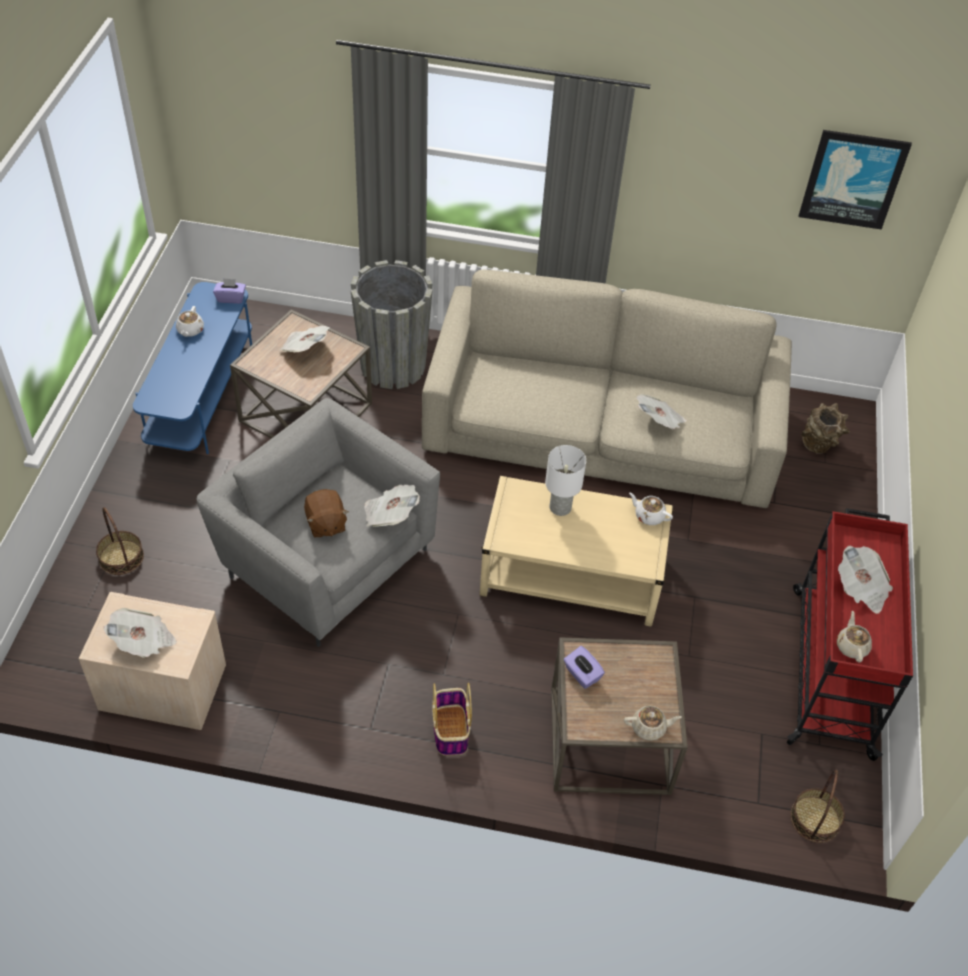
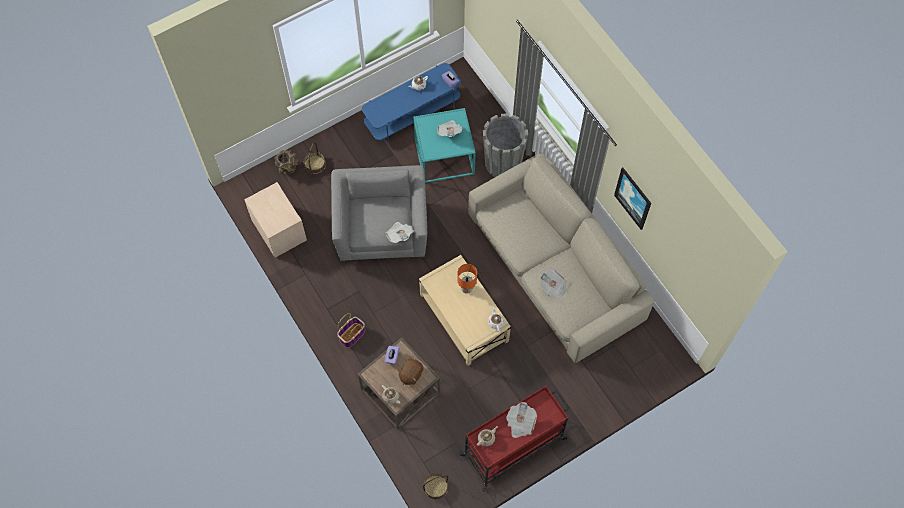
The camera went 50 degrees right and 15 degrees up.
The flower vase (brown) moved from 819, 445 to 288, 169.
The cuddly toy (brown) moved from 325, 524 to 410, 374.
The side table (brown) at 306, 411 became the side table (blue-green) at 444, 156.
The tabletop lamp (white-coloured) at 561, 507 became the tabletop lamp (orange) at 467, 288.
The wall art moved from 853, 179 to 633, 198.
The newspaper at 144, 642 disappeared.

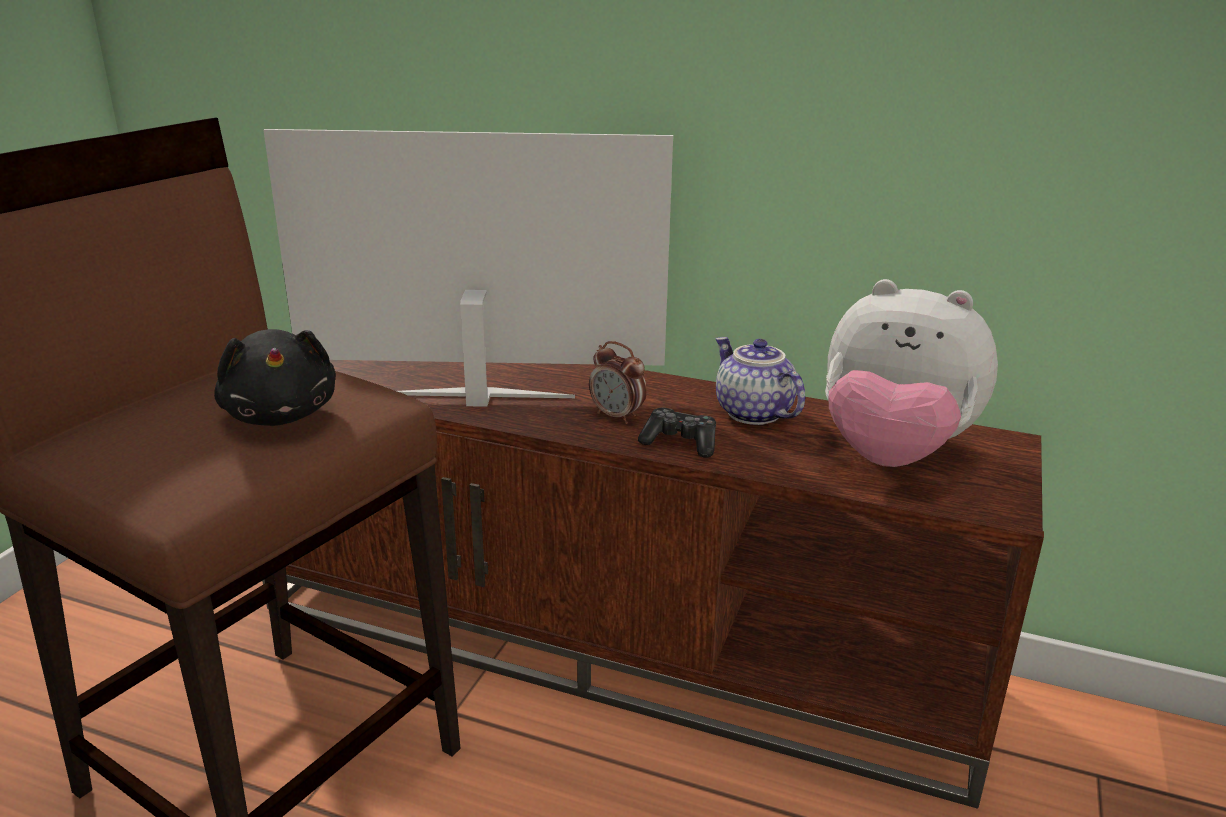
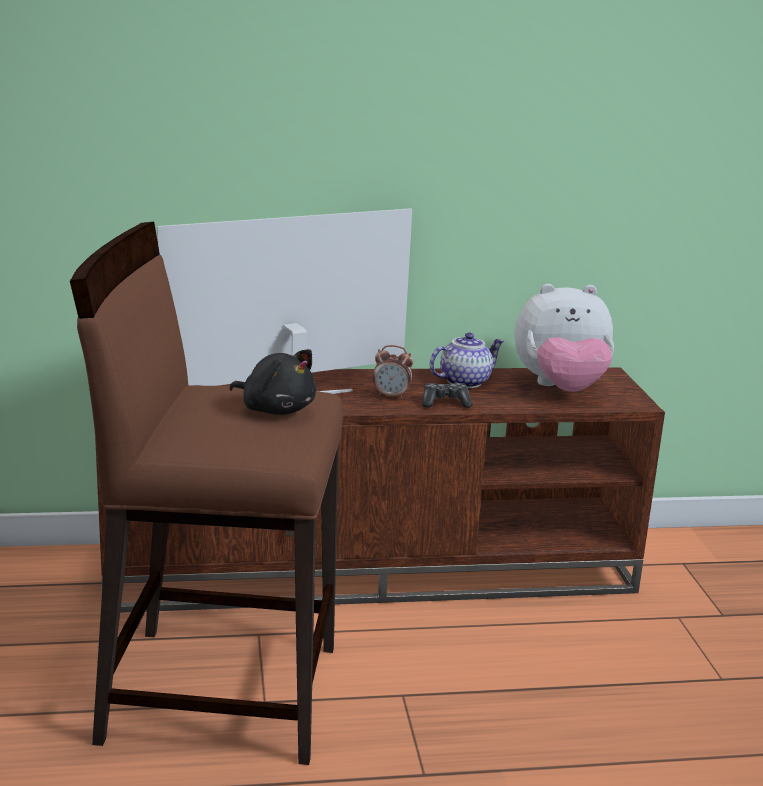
The camera went 30 degrees left and 5 degrees down.
The teapot at 751, 413 turned 120 degrees clockwise.

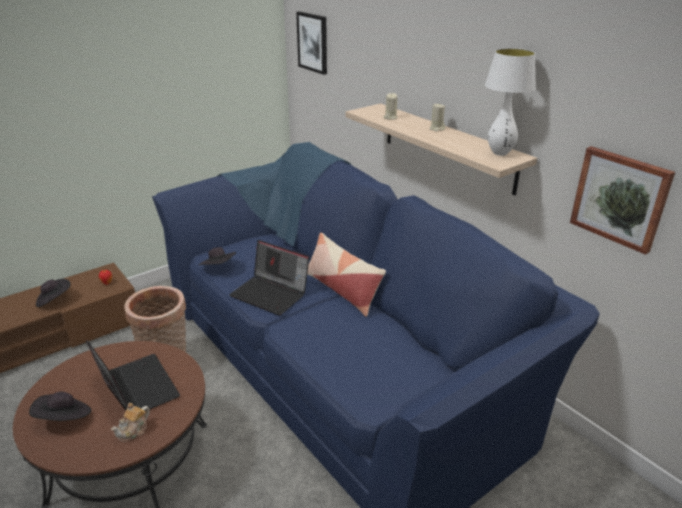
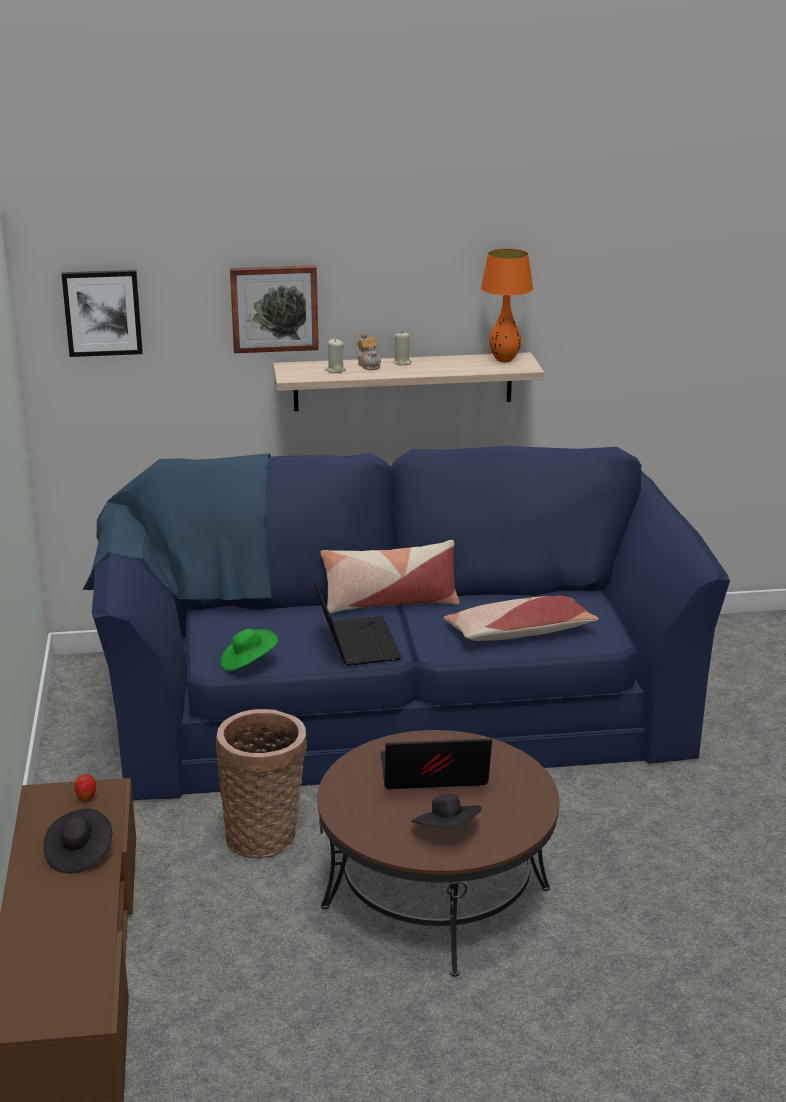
The camera went 60 degrees left and 5 degrees down.
The hat (black) at 219, 268 became the hat (green) at 248, 663.
The wall art moved from 620, 198 to 274, 308.
The portable computer at 271, 294 turned 75 degrees counterclockwise.
The teapot moved from 134, 431 to 369, 365.
The cushion at 519, 633 appeared.
The tabletop lamp (white-coloured) at 500, 153 became the tabletop lamp (orange) at 504, 360.

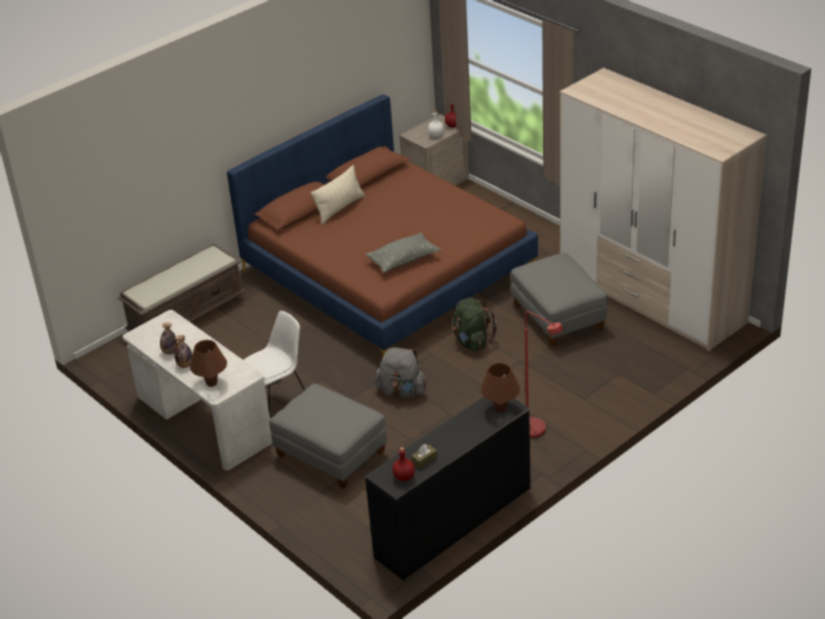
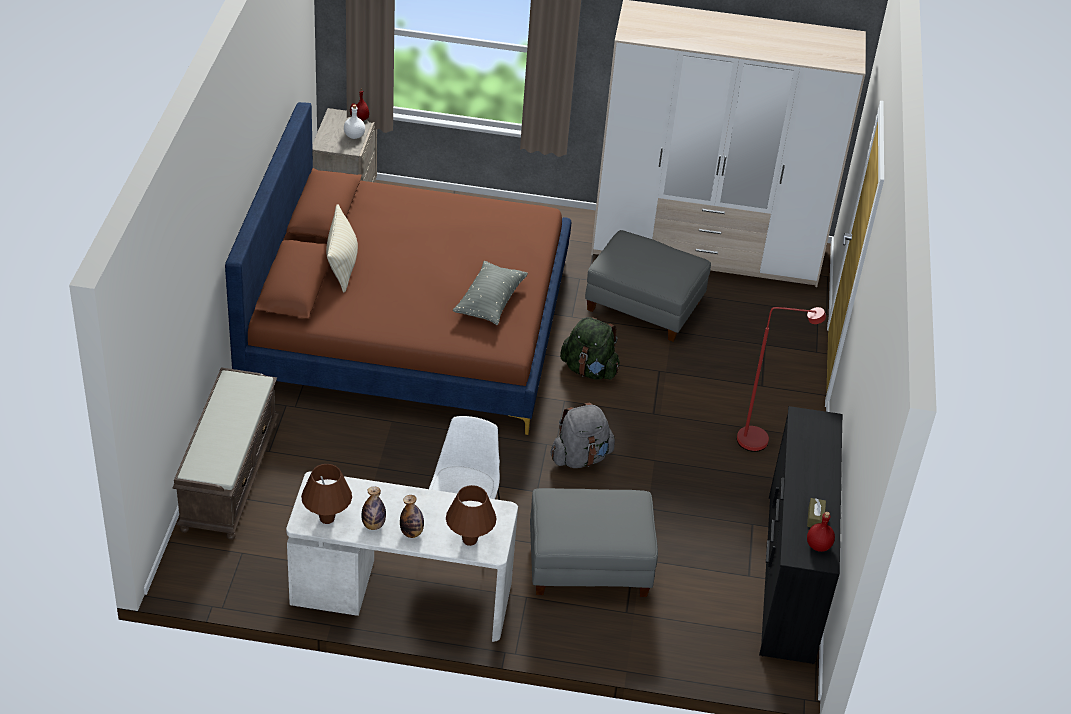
The camera went 45 degrees left and 5 degrees up.
The tabletop lamp (brown) moved from 500, 408 to 327, 518.

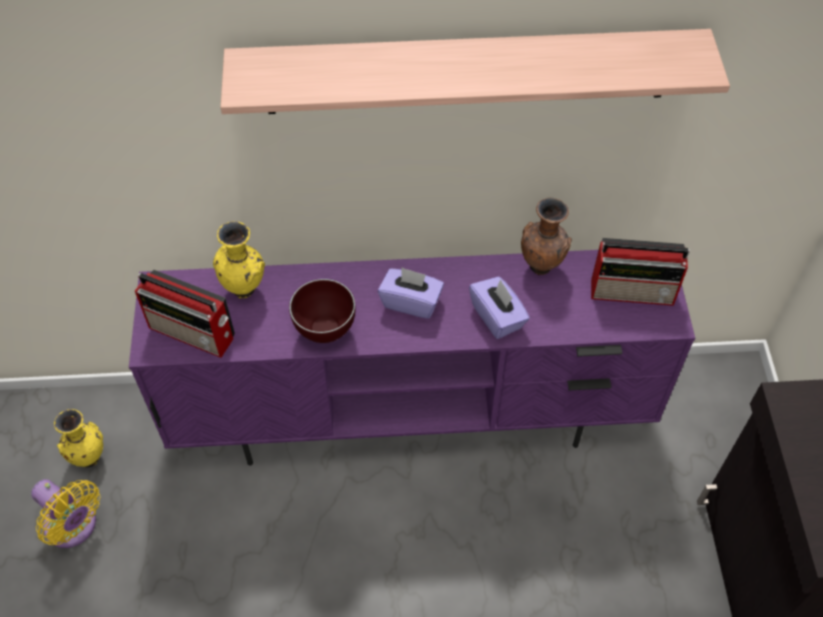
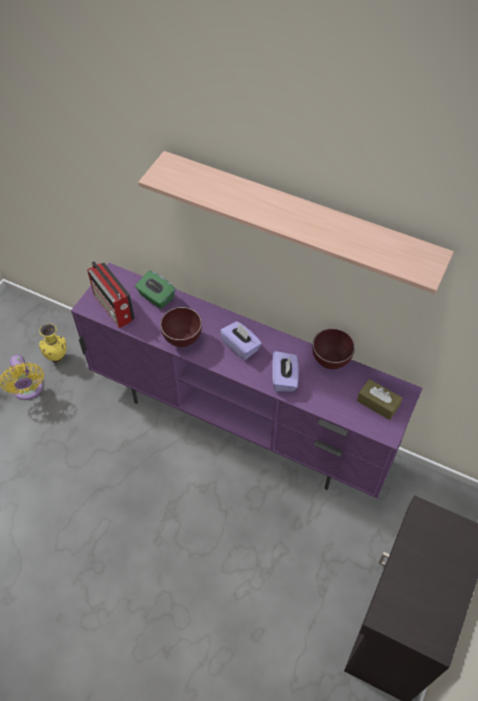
The camera went 30 degrees right and 0 degrees up.
The flower vase (yellowish) at 245, 289 was replaced by the tissue box (green) at 156, 297.
The flower vase (brown) at 542, 266 was replaced by the bowl (brown) at 331, 362.
The radio set at 634, 291 was replaced by the tissue box (brown) at 378, 403.

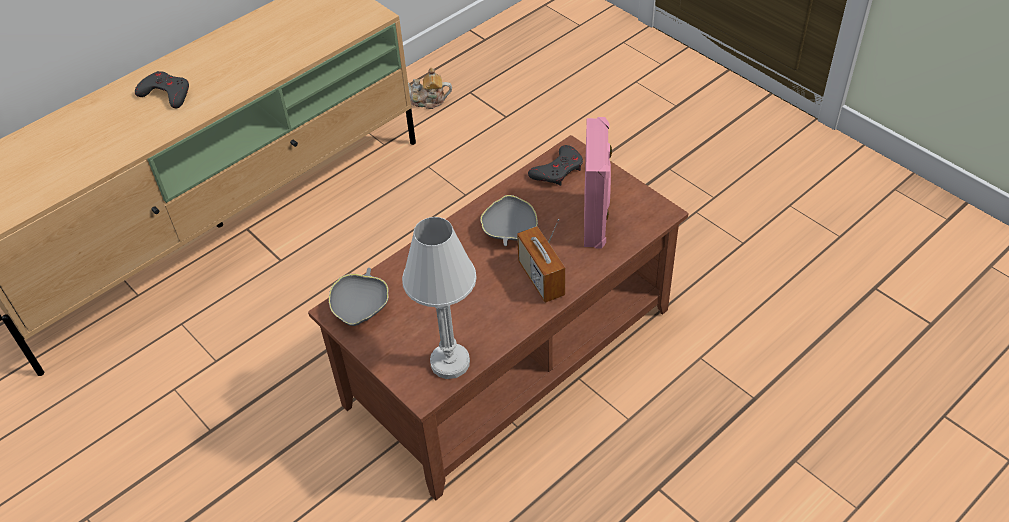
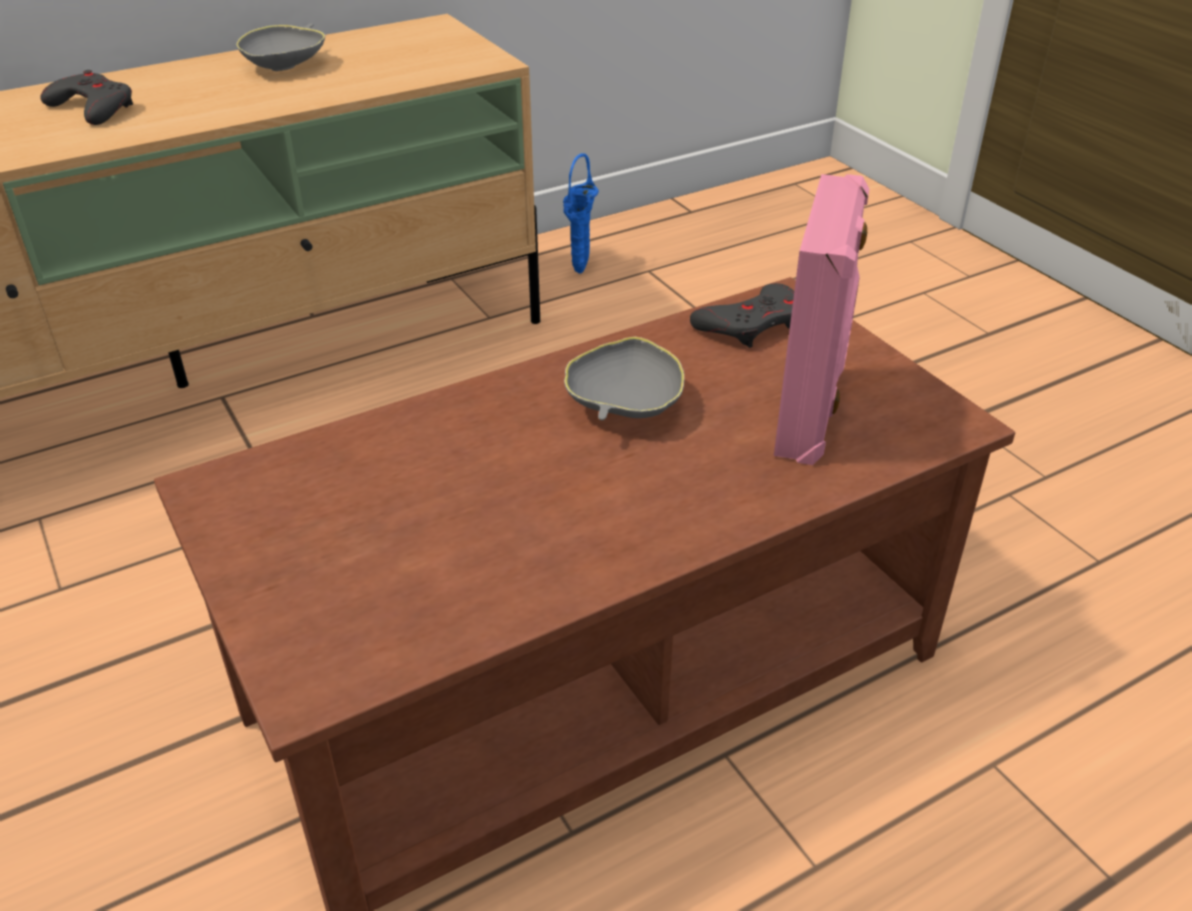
The camera went 10 degrees right and 10 degrees down.
The bowl (greyish) moved from 361, 307 to 285, 65.
The teapot at 428, 101 was replaced by the flower vase (blue-coloured) at 579, 272.
The tabletop lamp (white-coloured) at 450, 362 disappeared.
The radio set at 541, 279 disappeared.

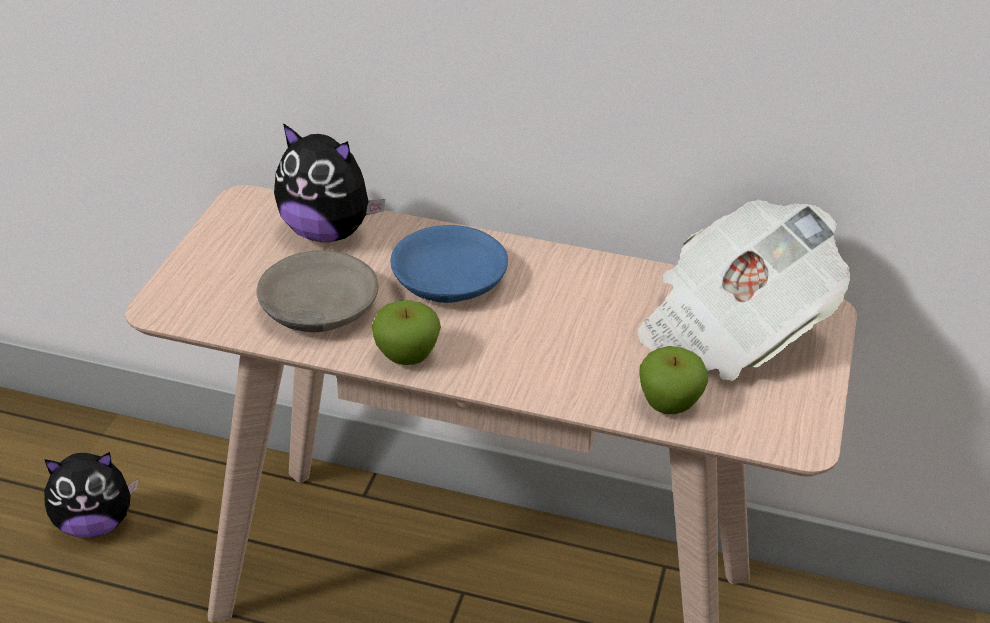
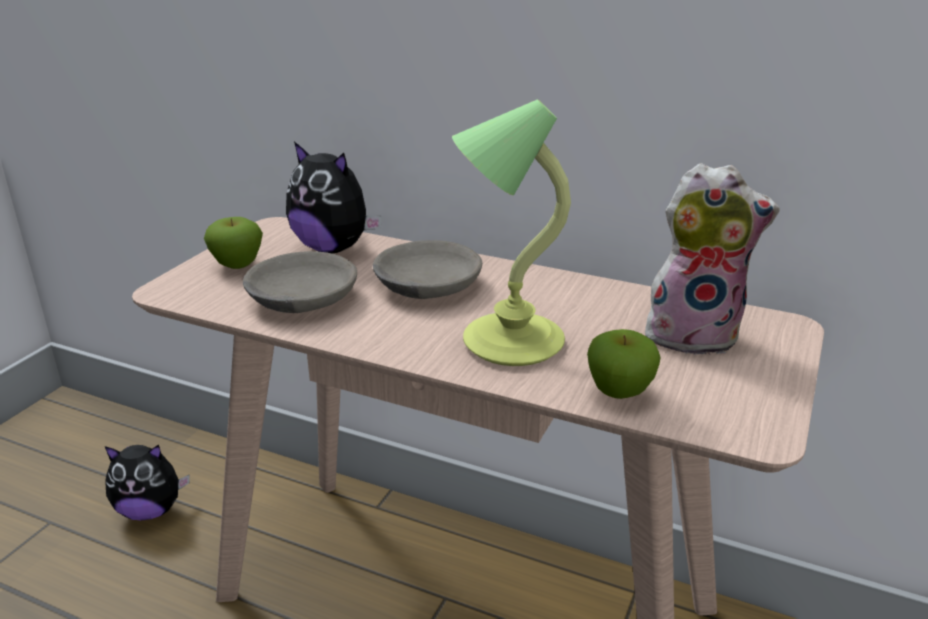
The camera went 10 degrees right and 10 degrees down.
The apple fruit moved from 406, 357 to 237, 265.
The bowl (blue-coloured) at 447, 280 became the bowl (greyish) at 426, 285.
The tabletop lamp at 508, 341 appeared.
The newspaper at 732, 328 was replaced by the cuddly toy at 694, 334.

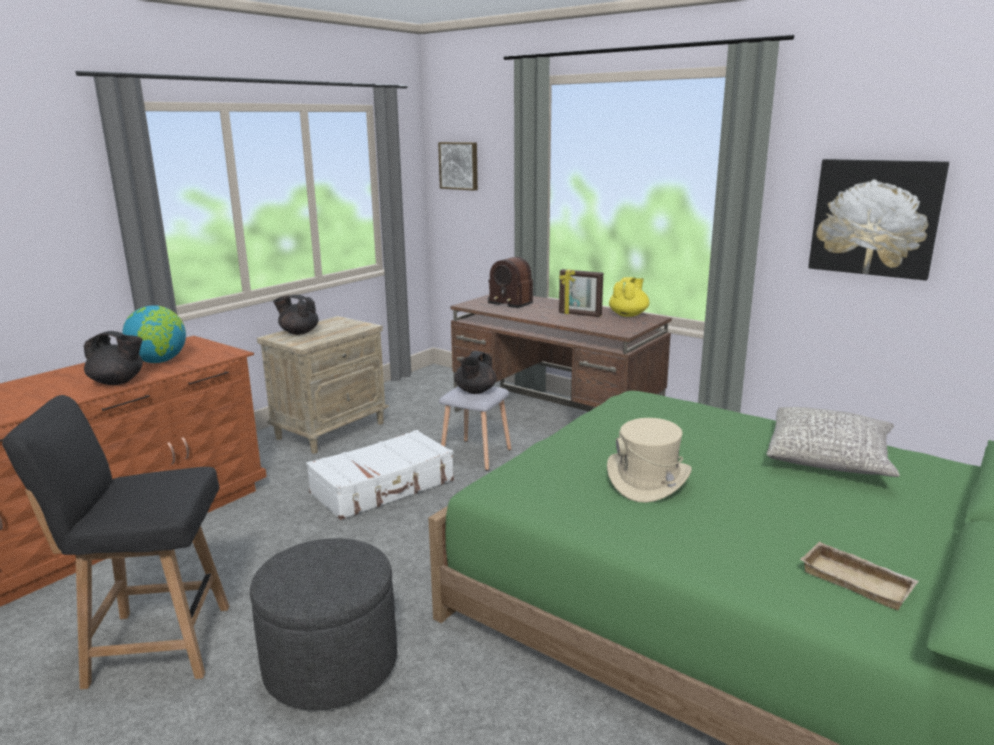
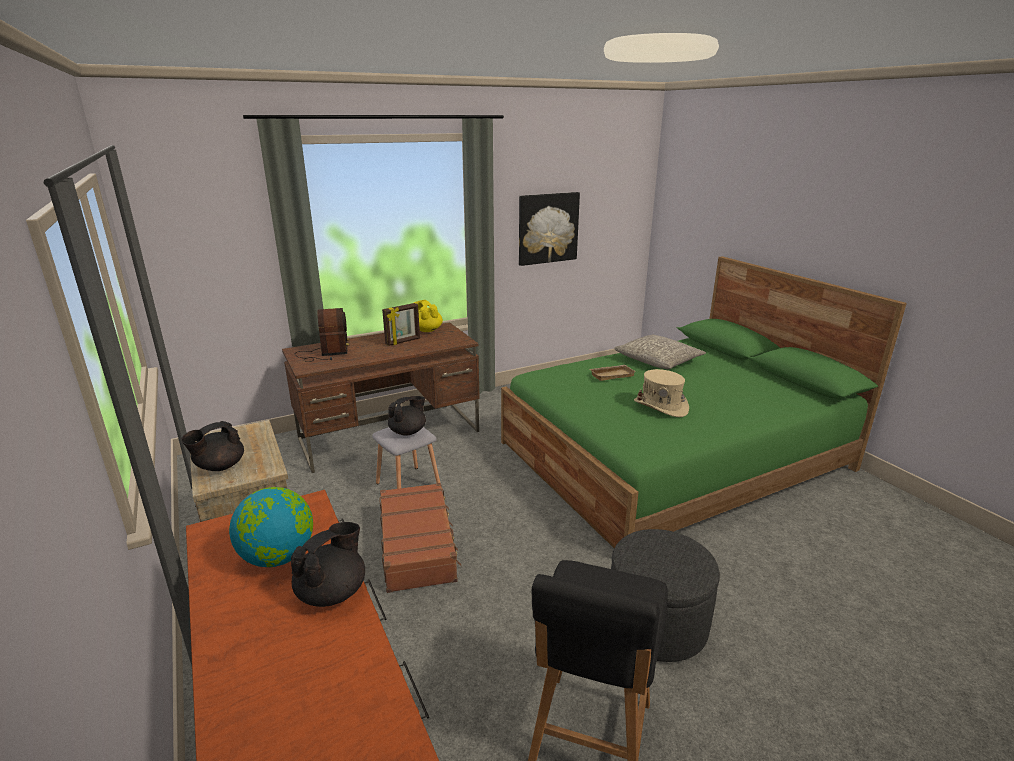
The camera went 65 degrees left and 5 degrees up.
The radio set at 510, 301 turned 75 degrees counterclockwise.
The piece of luggage (white-coloured) at 383, 487 became the piece of luggage (brown) at 418, 545.
The teapot (black) at 475, 391 turned 90 degrees counterclockwise.
The carrying tray (beige) moved from 858, 580 to 612, 375.
The wall art at 459, 165 disappeared.

